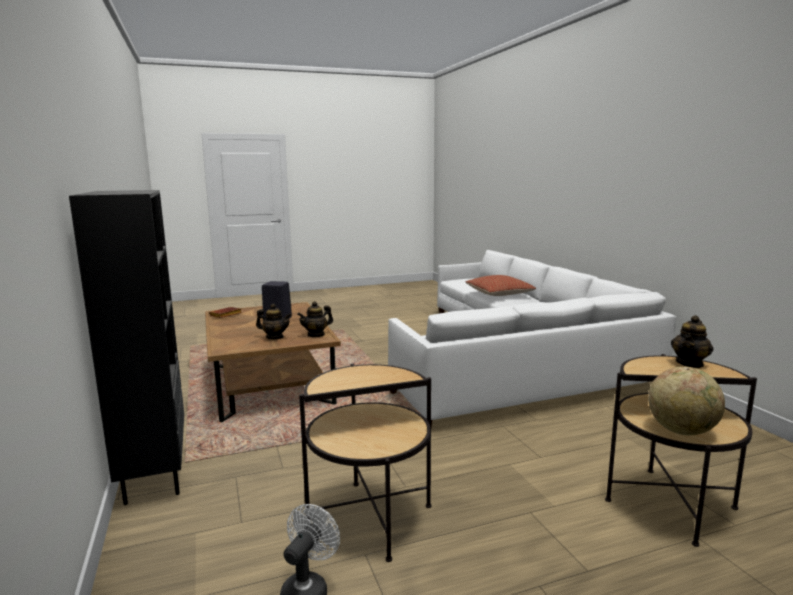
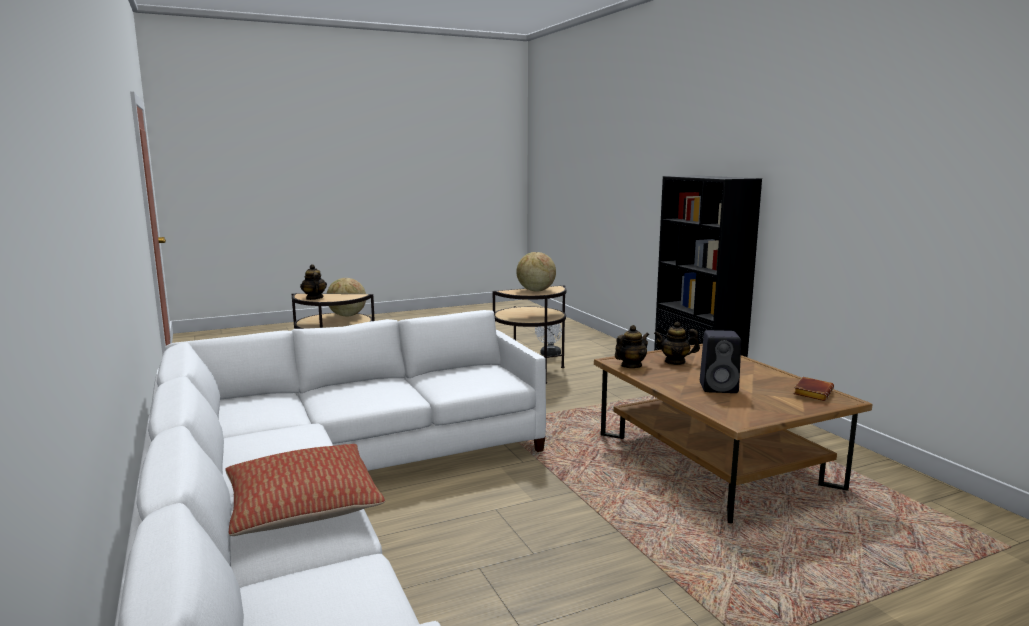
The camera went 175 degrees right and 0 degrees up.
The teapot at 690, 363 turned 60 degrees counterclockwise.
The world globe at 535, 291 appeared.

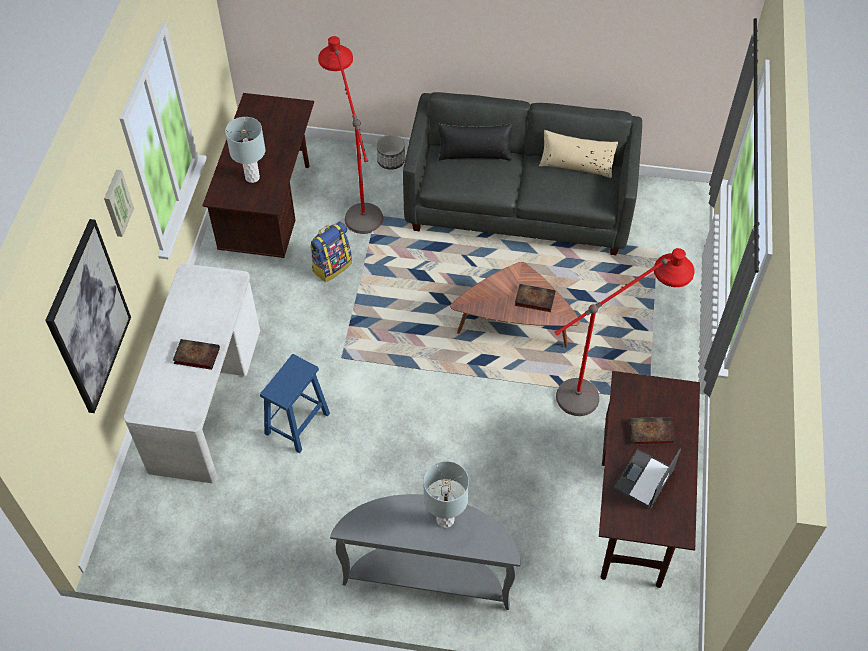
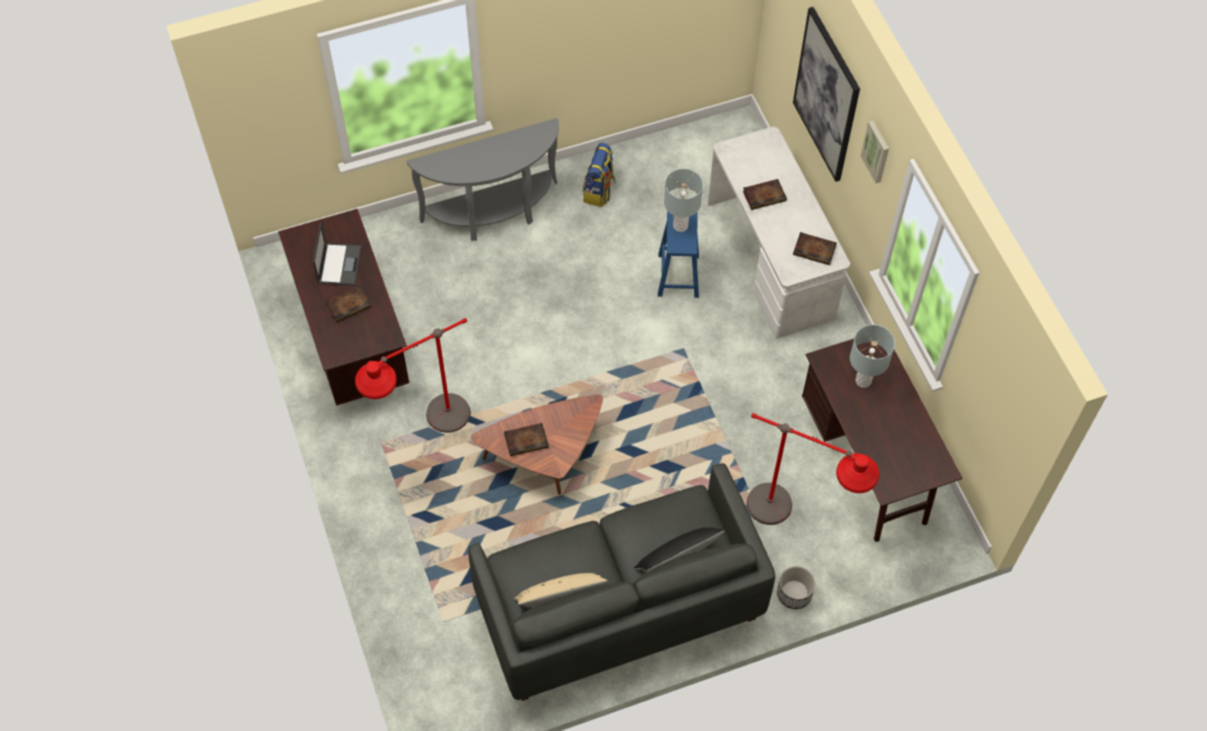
The camera went 150 degrees right and 5 degrees up.
The backpack moved from 332, 266 to 599, 191.
The tabletop lamp (greyish) moved from 445, 520 to 680, 225.
The bound book at 815, 250 appeared.

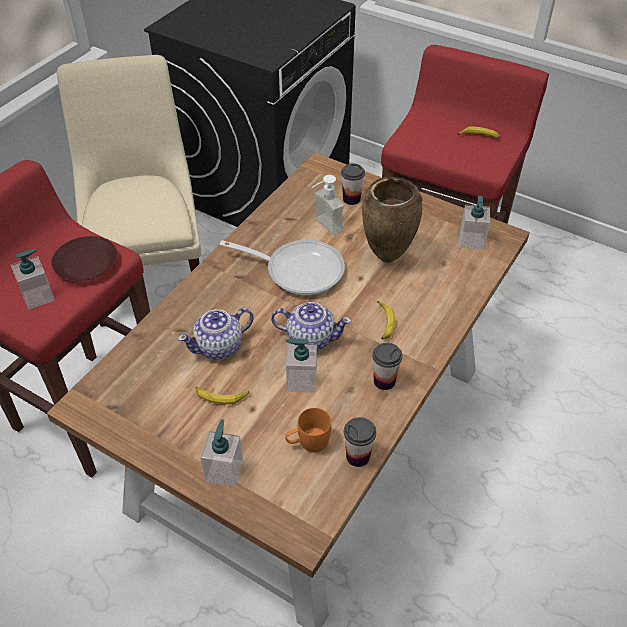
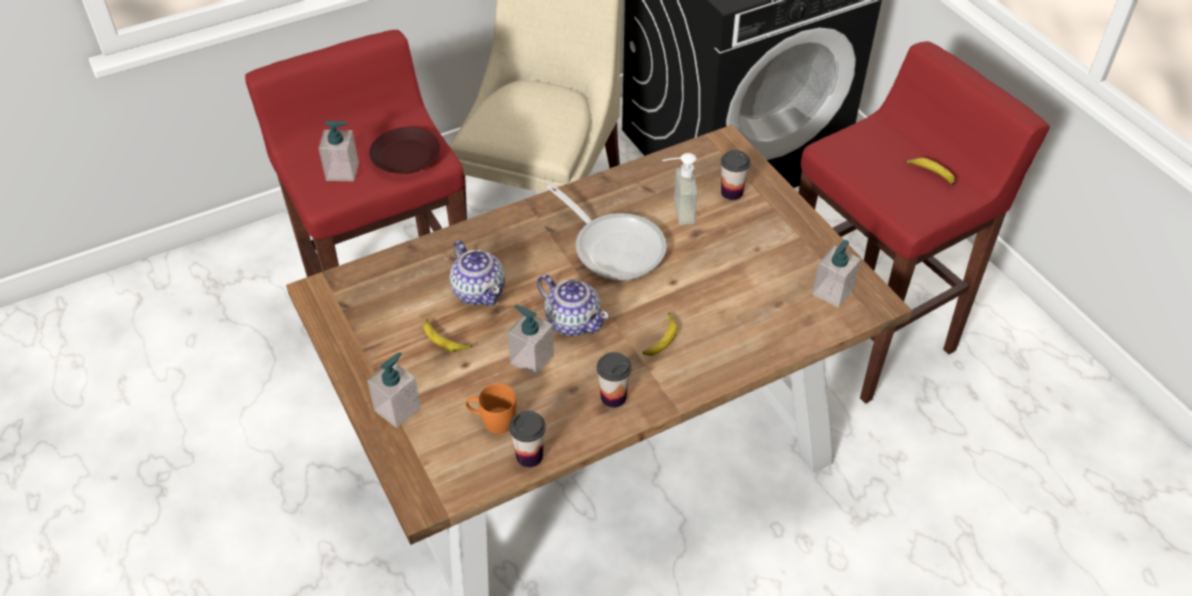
The camera went 30 degrees right and 0 degrees up.
The teapot at 220, 346 turned 120 degrees counterclockwise.
The flower vase (brown) at 386, 259 disappeared.

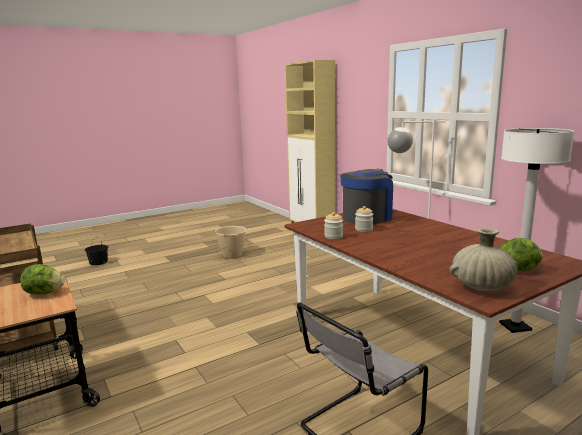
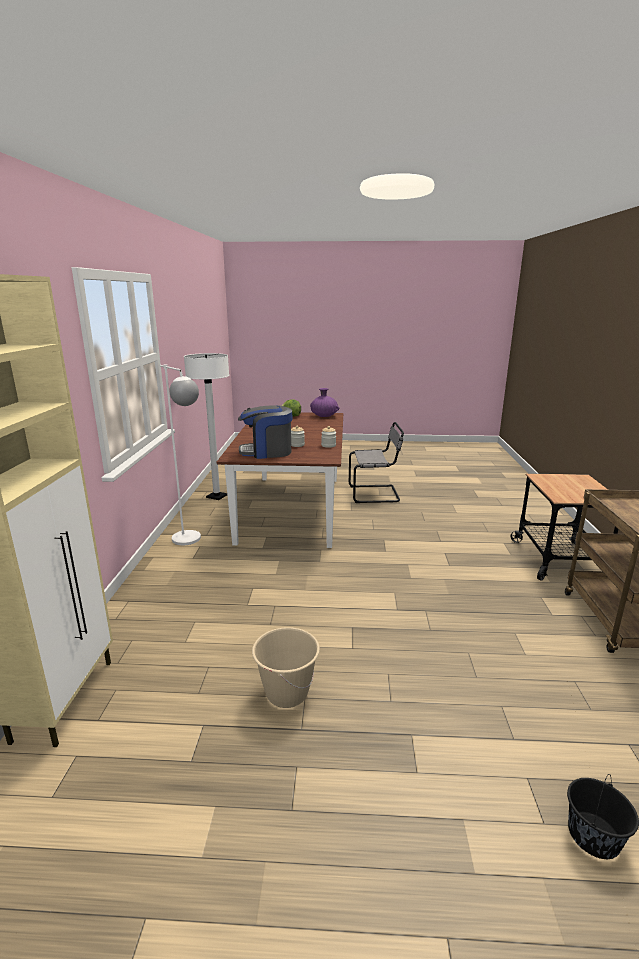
The camera went 145 degrees left and 5 degrees up.
The flower vase (beige) at 481, 287 became the flower vase (purple) at 324, 416.
The head of lettuce at 44, 293 disappeared.

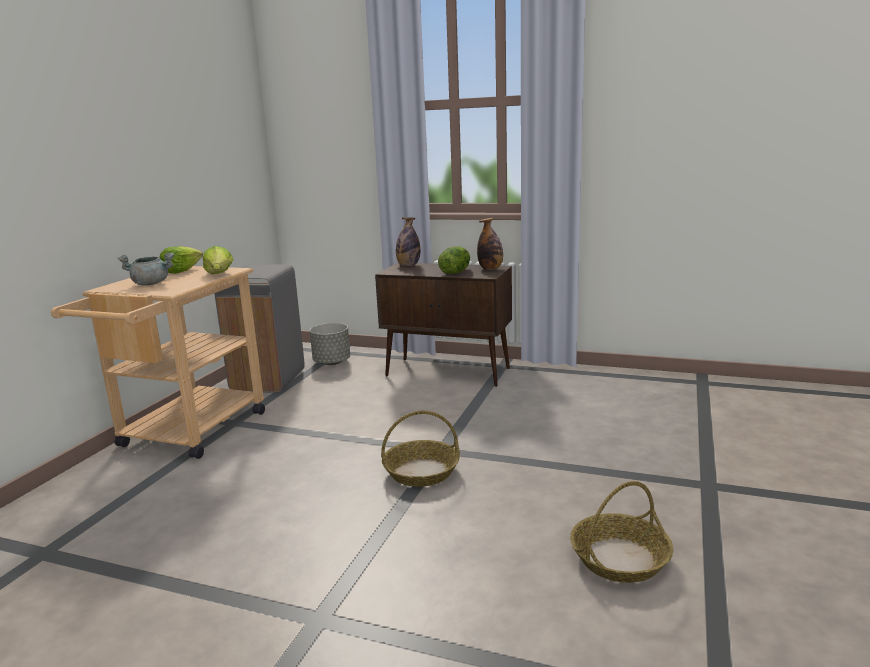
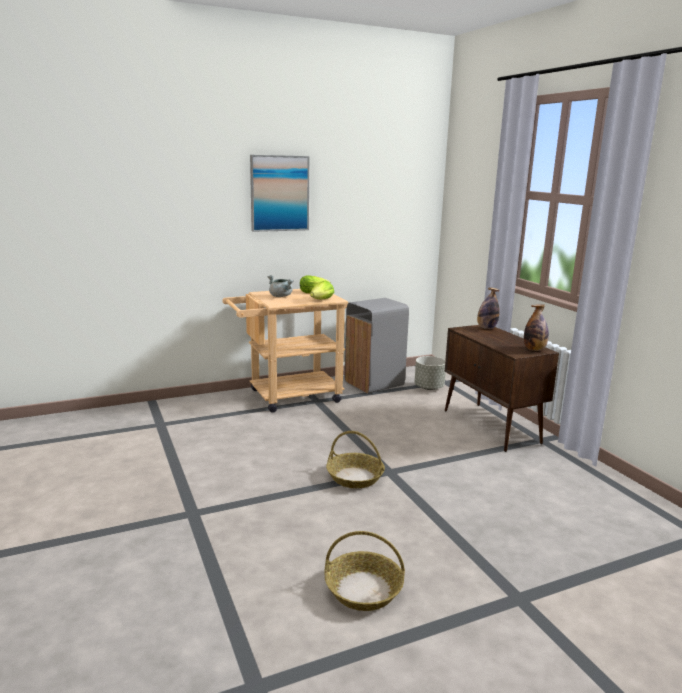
The camera went 45 degrees right and 0 degrees up.
The wall art at 279, 193 appeared.
The head of lettuce at 455, 272 disappeared.

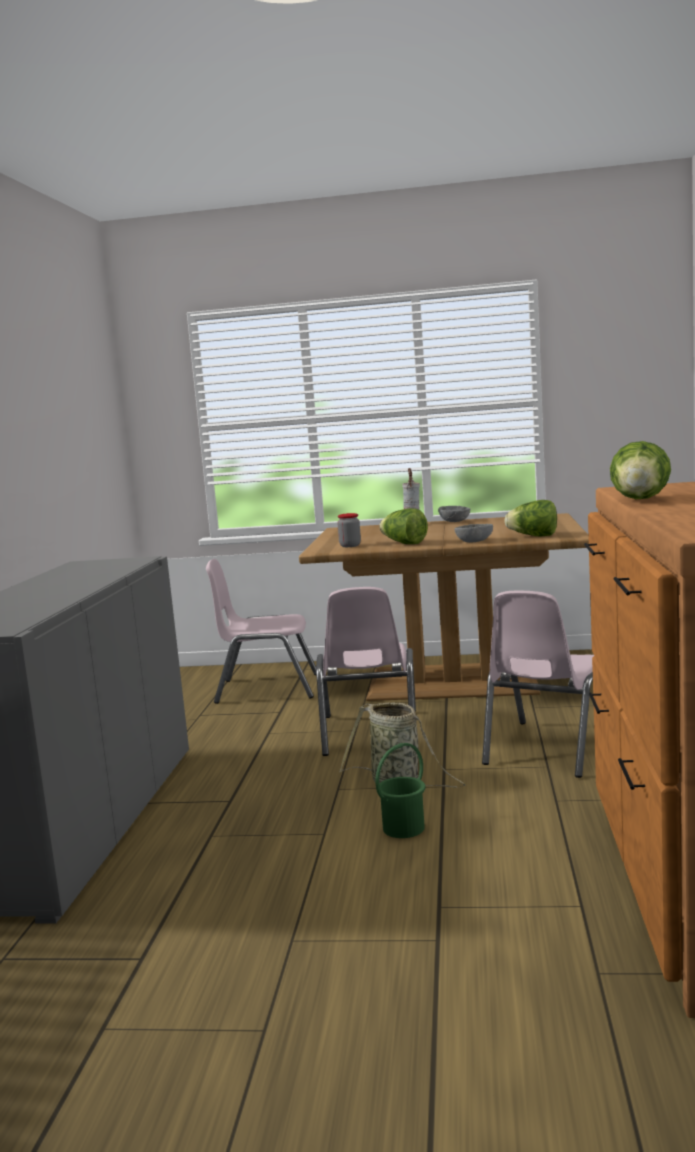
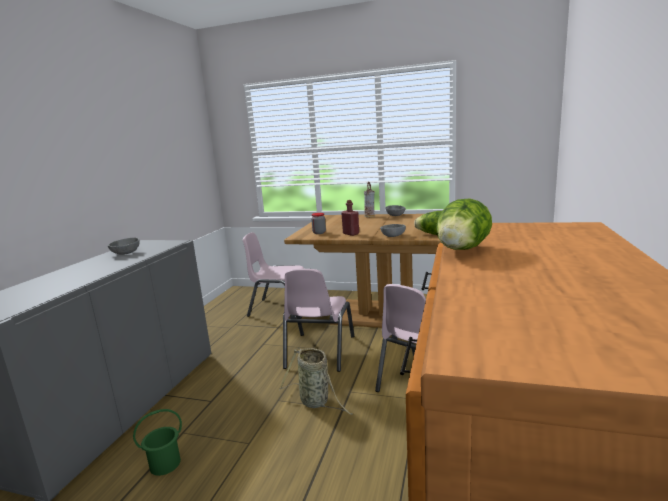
The camera went 10 degrees right and 5 degrees up.
The bowl (greyish) at 126, 253 appeared.
The bucket (green) moved from 402, 828 to 165, 464.
The head of lettuce at 404, 543 was replaced by the bottle (reddish) at 351, 234.

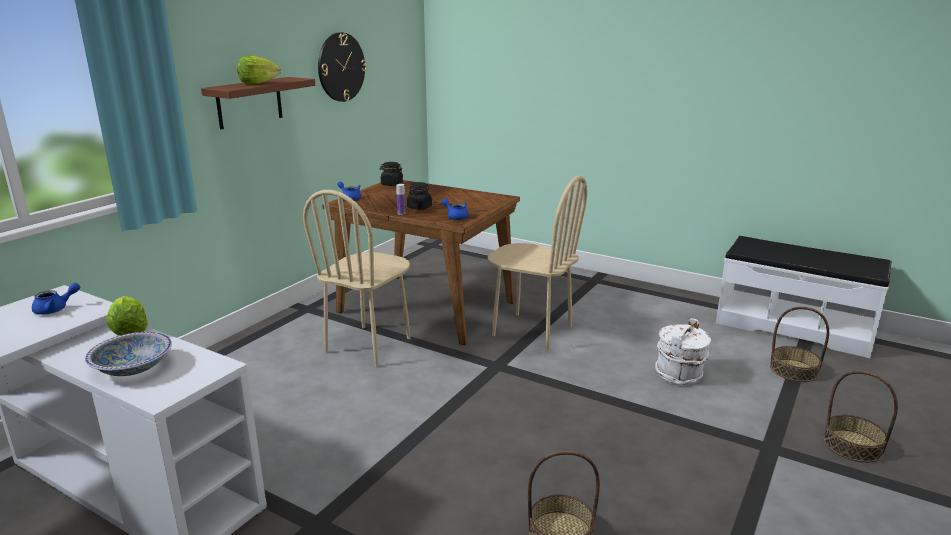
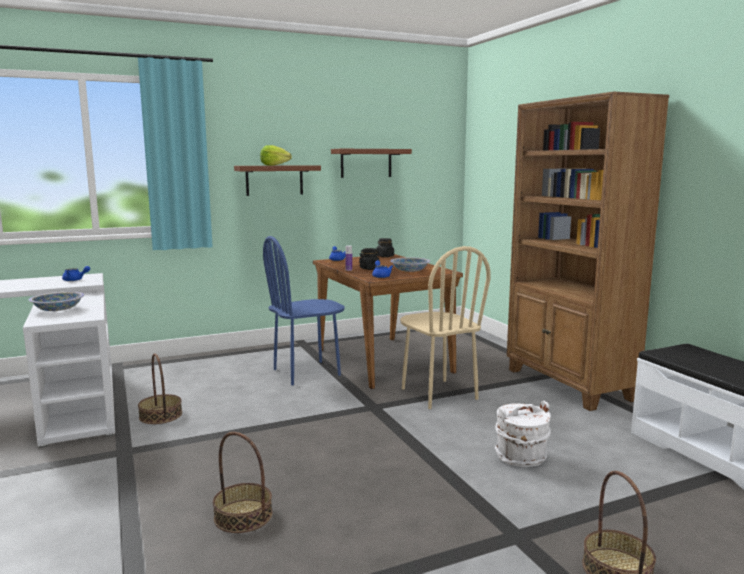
The camera went 35 degrees right and 10 degrees down.
The basket moved from 794, 370 to 161, 415.
The plain chair (beige) at 368, 345 became the plain chair (blue-coloured) at 306, 372.
The hanging clock at 341, 67 was replaced by the bracket shelf (brown) at 366, 163.
The bowl at 410, 271 appeared.
The bookcase (brown) at 568, 385 appeared.
The head of lettuce at 130, 331 disappeared.

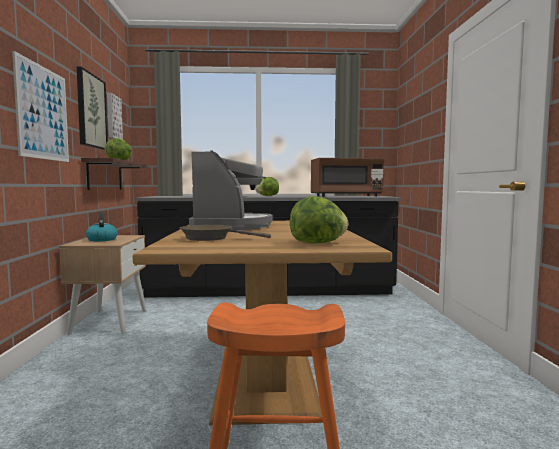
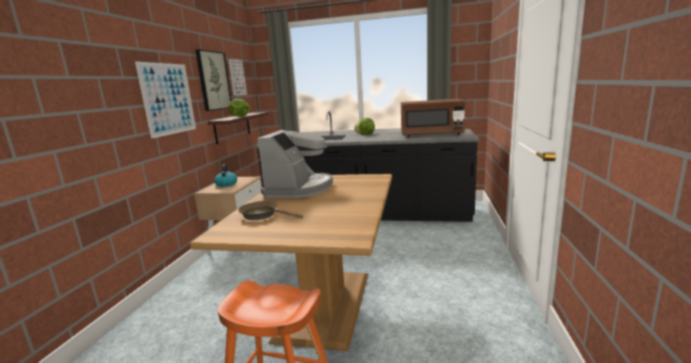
The camera went 15 degrees right and 10 degrees up.
The head of lettuce at 318, 243 disappeared.

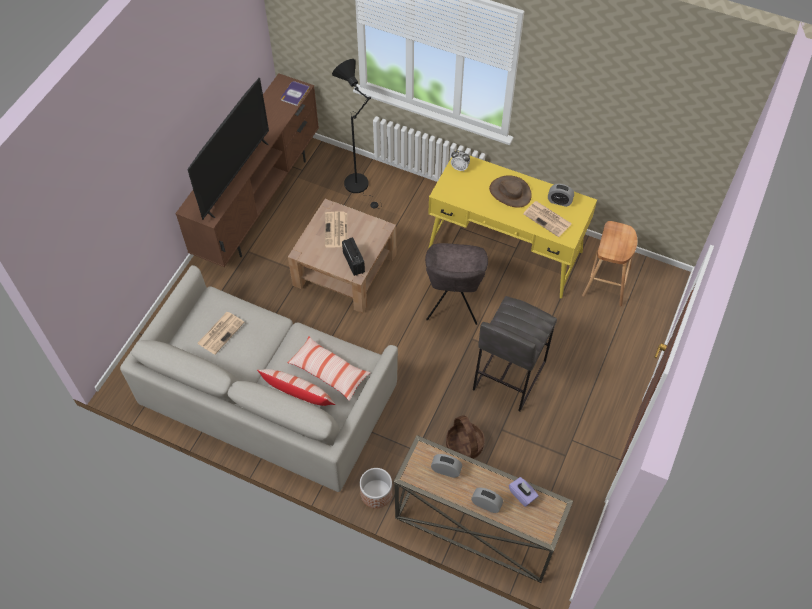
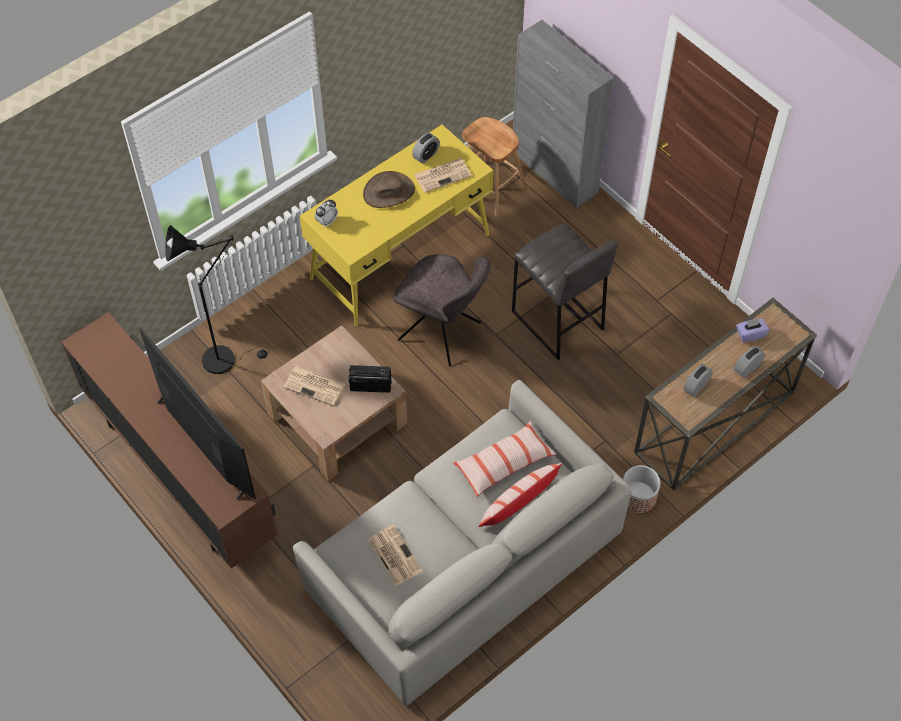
The camera went 65 degrees left and 0 degrees up.
The cupboard (greyish) at 554, 172 appeared.
The bound book at 295, 93 disappeared.
The basket at 464, 445 disappeared.

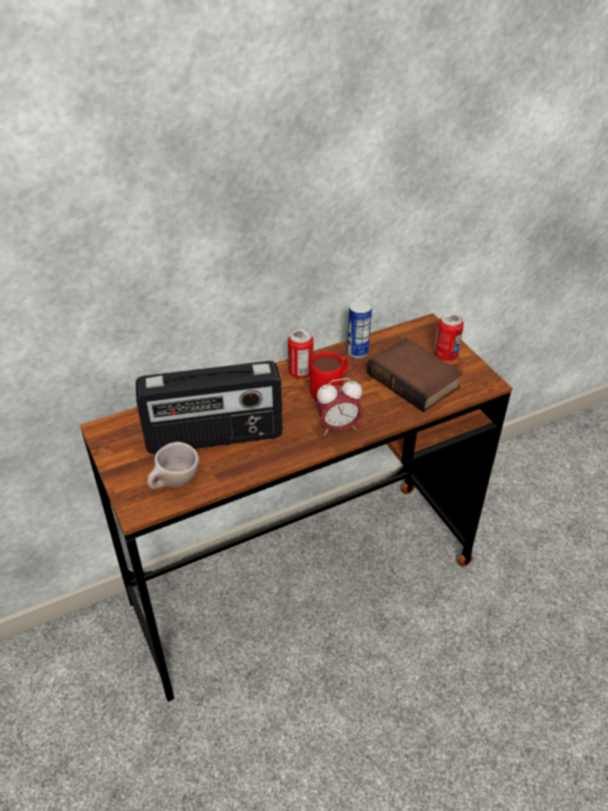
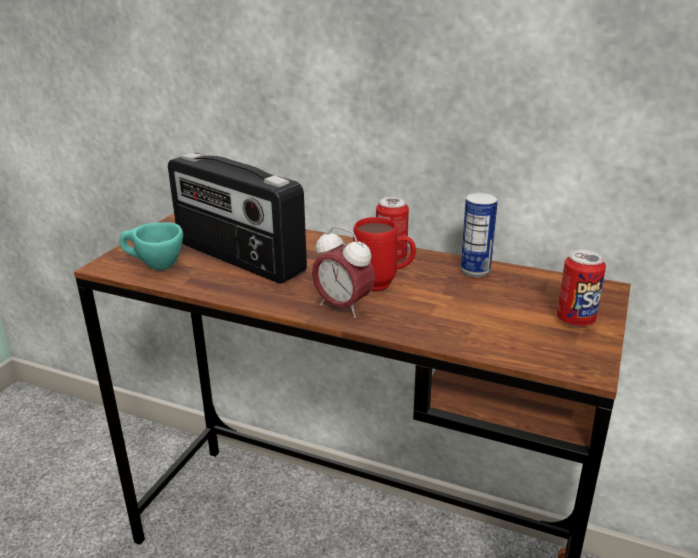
The camera went 50 degrees right and 15 degrees down.
The cup (beige) at 174, 485 became the cup (blue-green) at 154, 267.
The bound book at 415, 380 disappeared.

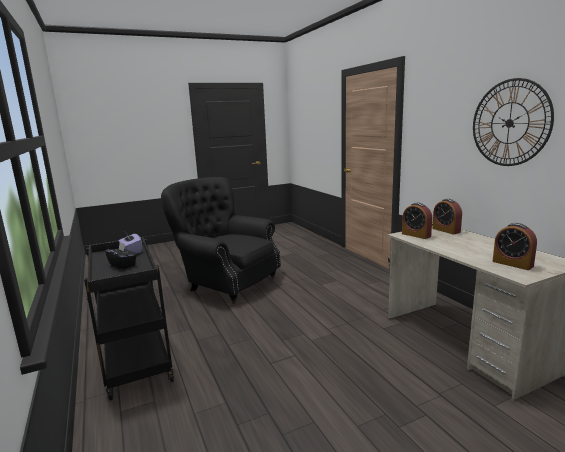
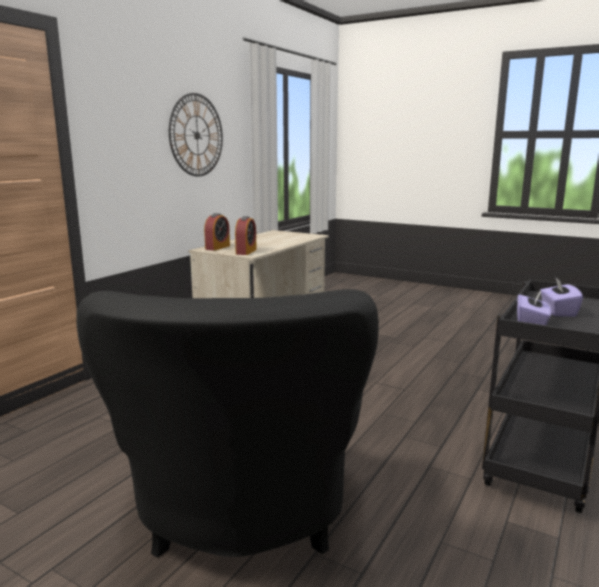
The camera went 125 degrees left and 0 degrees up.
The tissue box (black) at 123, 265 became the tissue box (purple) at 558, 311.
The table clock at 512, 264 disappeared.

